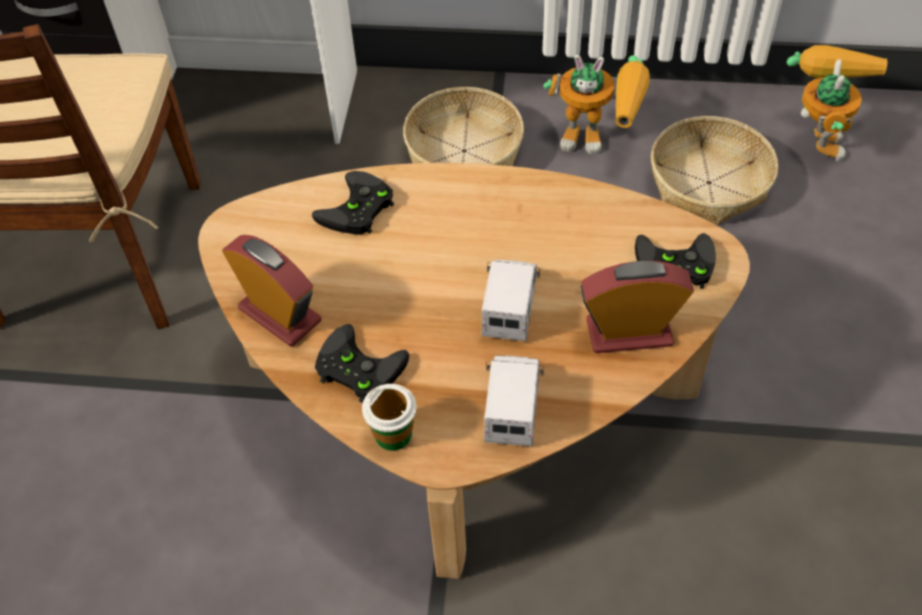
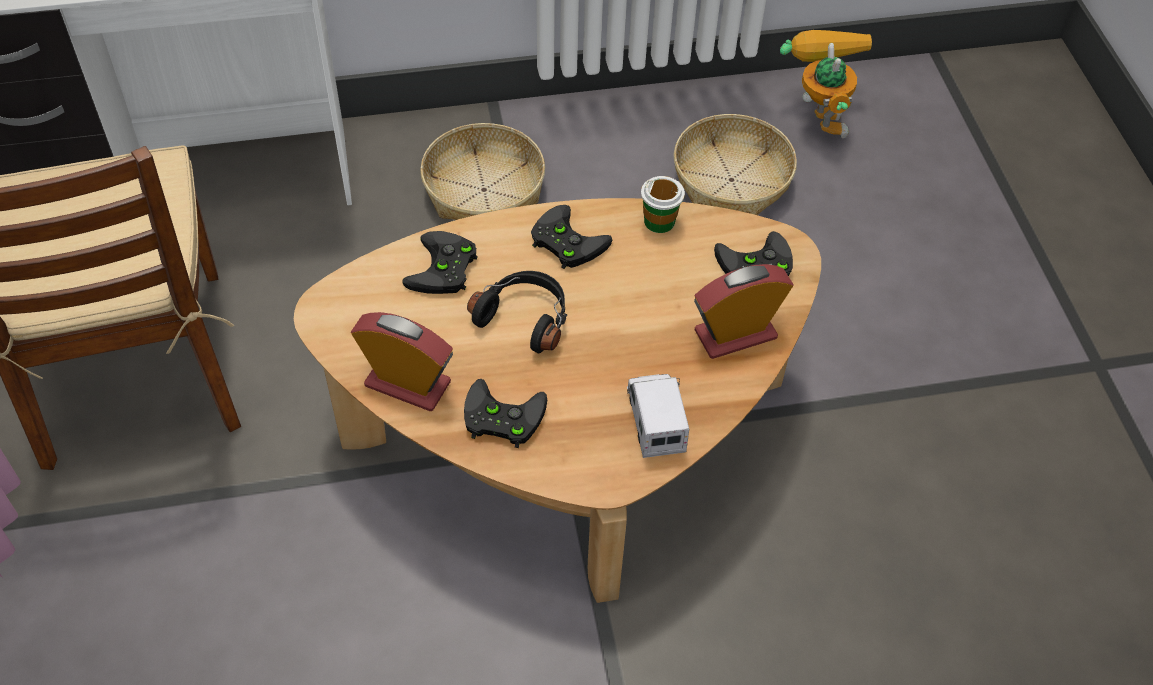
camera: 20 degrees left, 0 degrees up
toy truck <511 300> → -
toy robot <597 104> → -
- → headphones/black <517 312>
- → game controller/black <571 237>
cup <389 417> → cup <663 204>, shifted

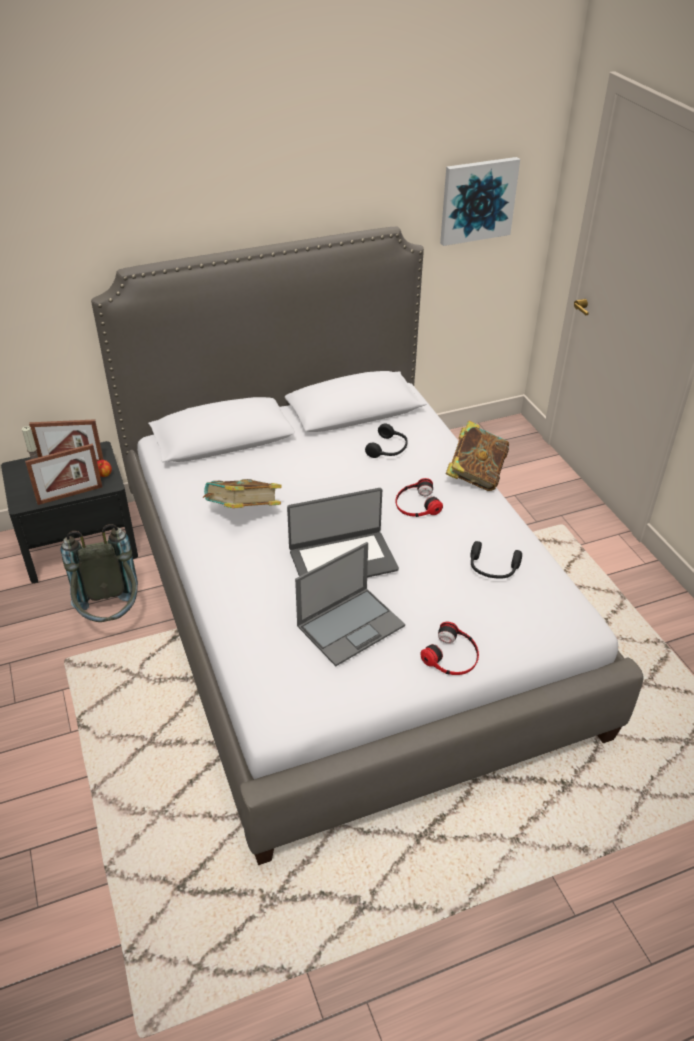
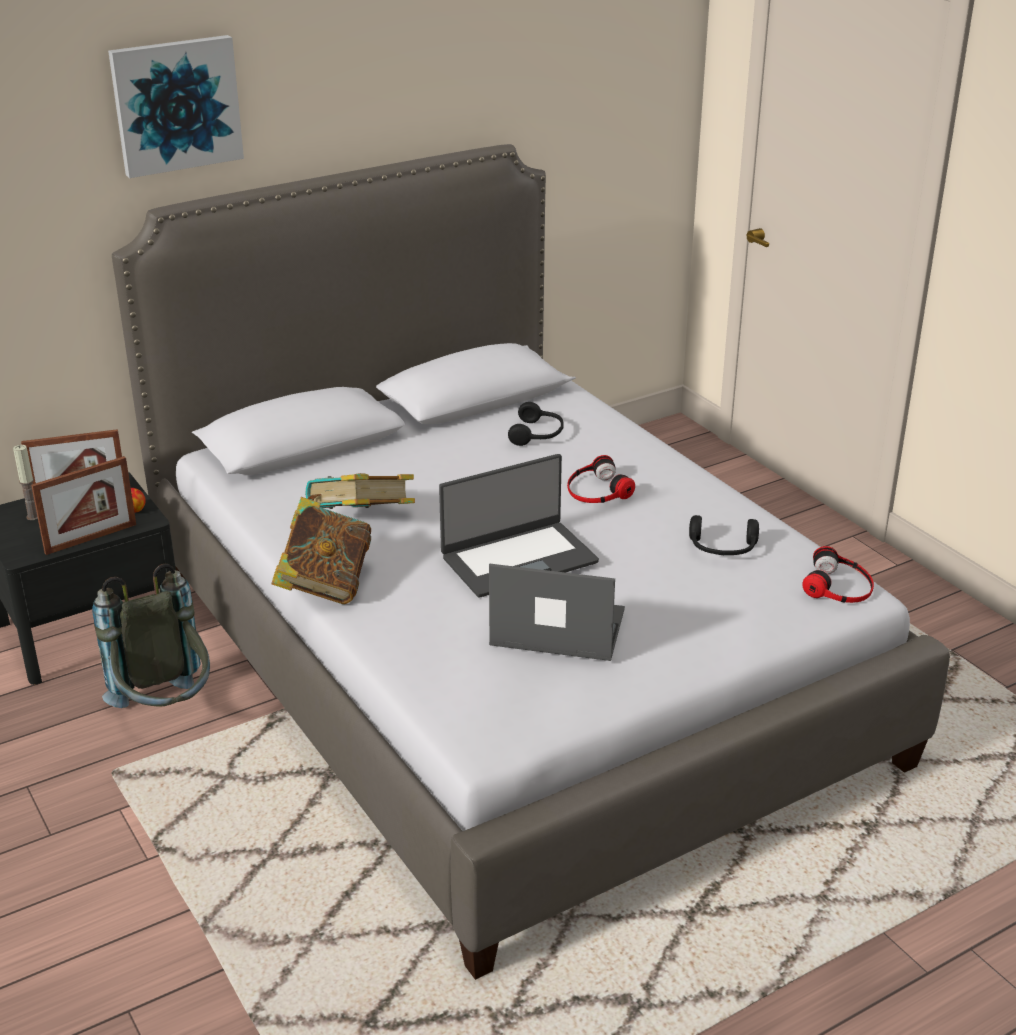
camera: 10 degrees left, 10 degrees down
headphones <450 648> → headphones <838 574>, shifted
picture <480 201> → picture <176 106>, shifted
book <477 456> → book <321 550>, shifted
laptop <350 604> → laptop <557 612>, 120 degrees counterclockwise

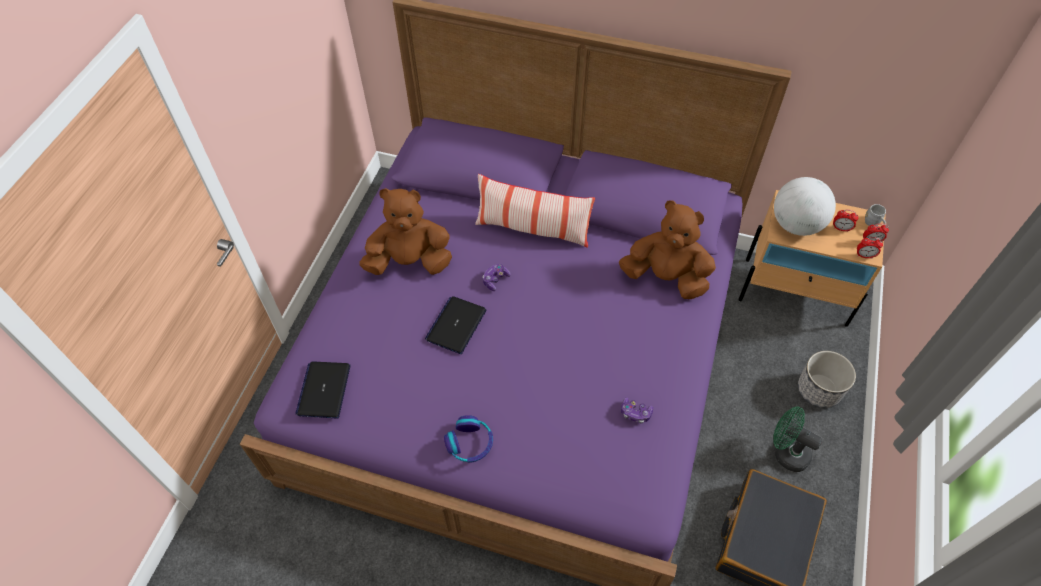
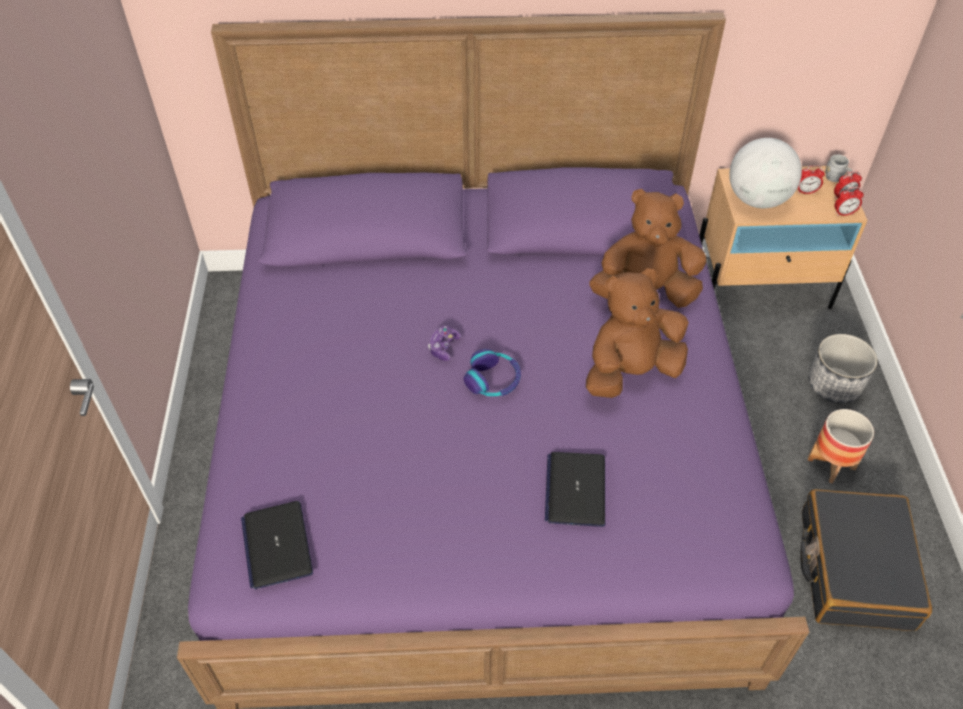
camera: 20 degrees left, 5 degrees down
pillow <535 211> → -
game controller <637 410> → -
plush toy/brown <405 231> → plush toy/brown <637 333>, shifted
laptop <455 325> → laptop <575 489>, shifted
headphones <468 439> → headphones <492 372>, shifted
fan/green <797 439> → planter <841 446>

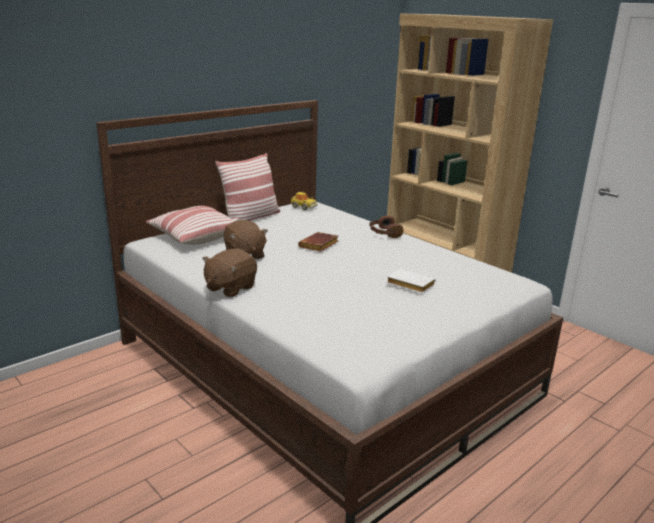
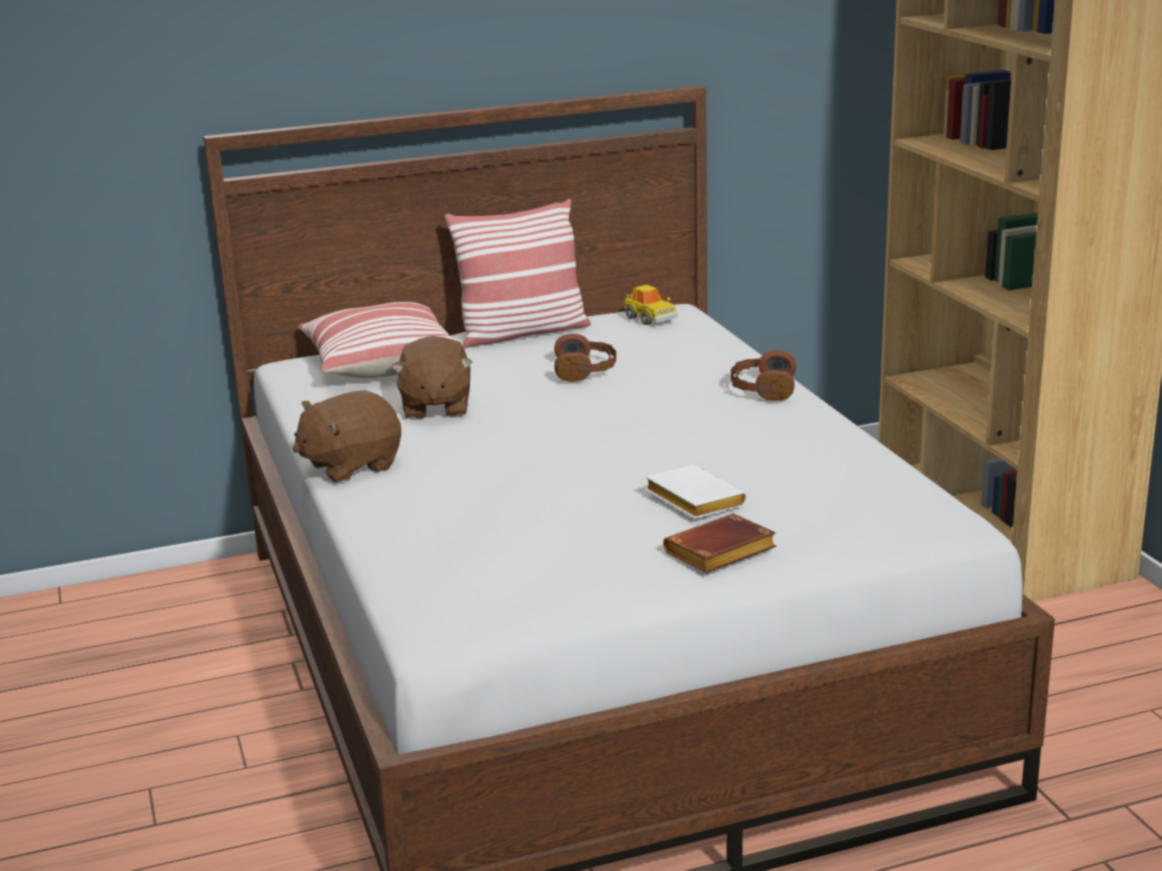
camera: 25 degrees right, 0 degrees up
- → headphones/brown <585 358>
book/brown <318 242> → book/brown <719 543>, shifted

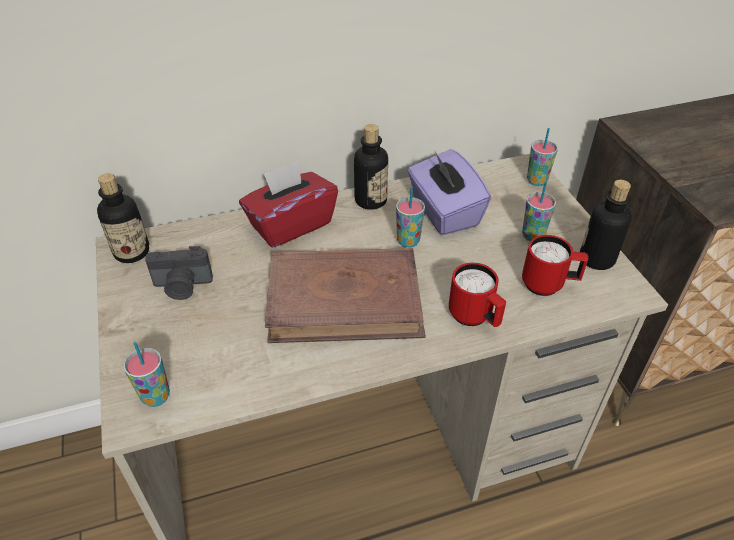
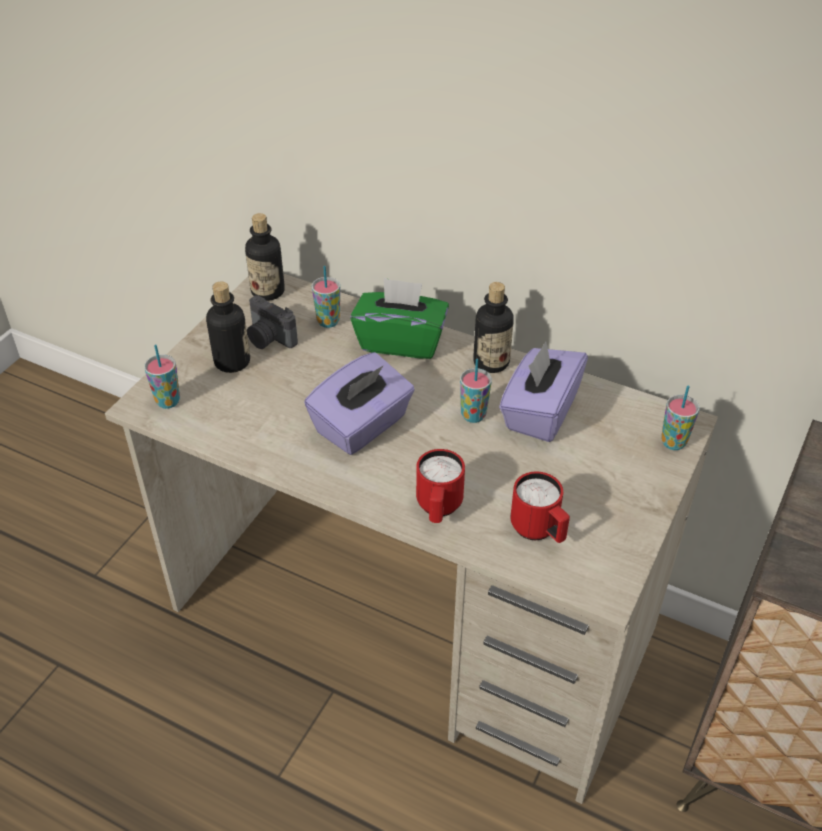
camera: 45 degrees right, 0 degrees up
cup <539 211> → cup <326 297>, shifted
bottle <606 225> → bottle <228 327>, shifted
book/brown <345 295> → tissue box/purple <359 403>
tissue box/red <288 204> → tissue box/green <399 318>

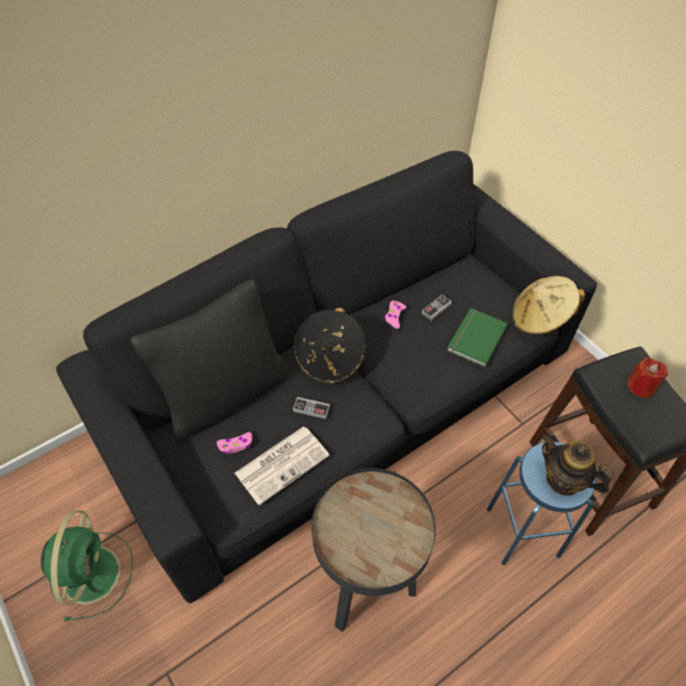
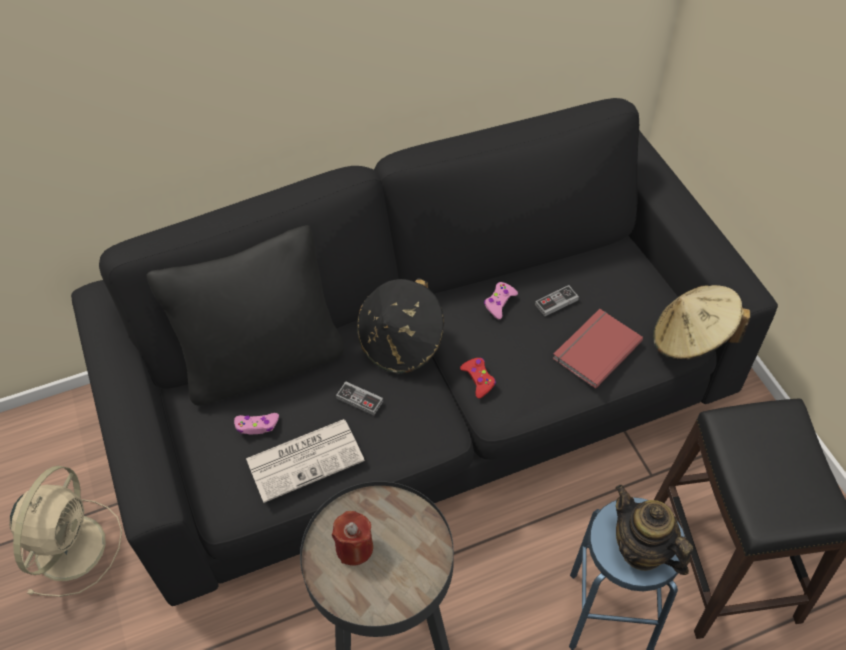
camera: 15 degrees right, 0 degrees up
- → game controller/red <478 378>
candle/red <647 378> → candle/red <352 538>, shifted
fan/green <87 565> → fan/beige <65 531>
book/green <477 337> → book/red <598 349>

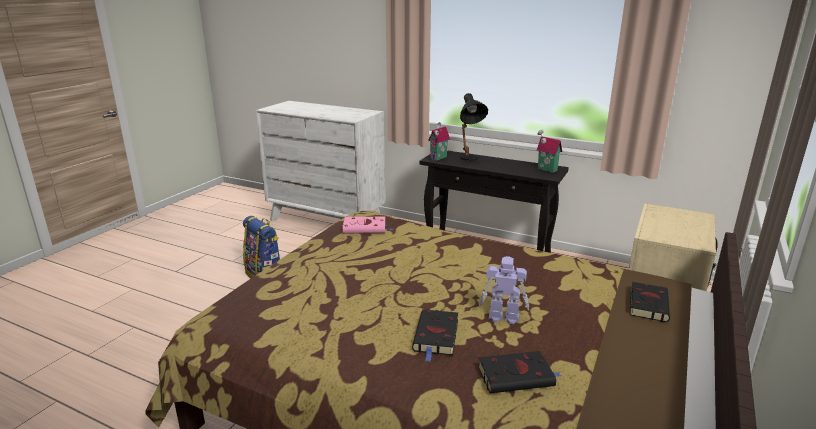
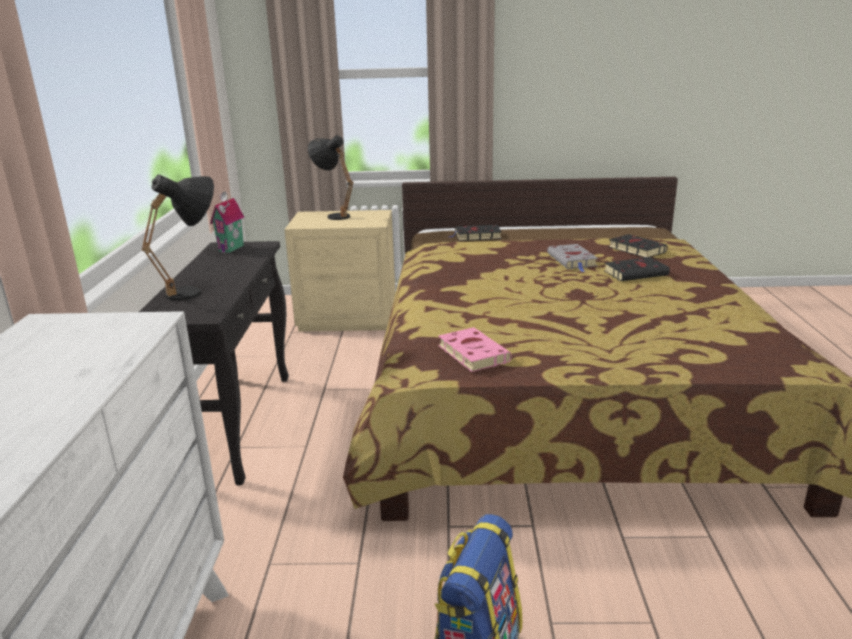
camera: 115 degrees left, 0 degrees up
toy house <439 141> → -
- → table lamp/black <330 177>
toy robot <504 290> → book/grey <572 258>

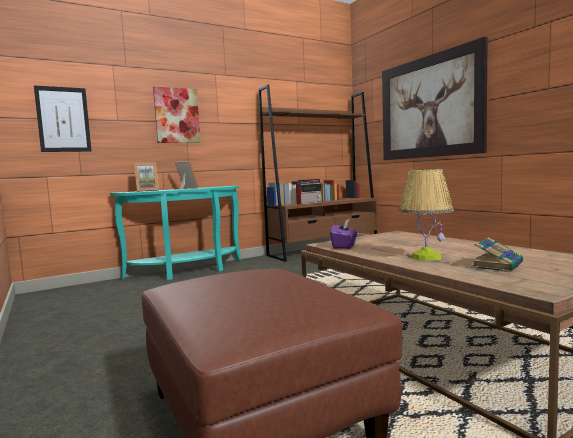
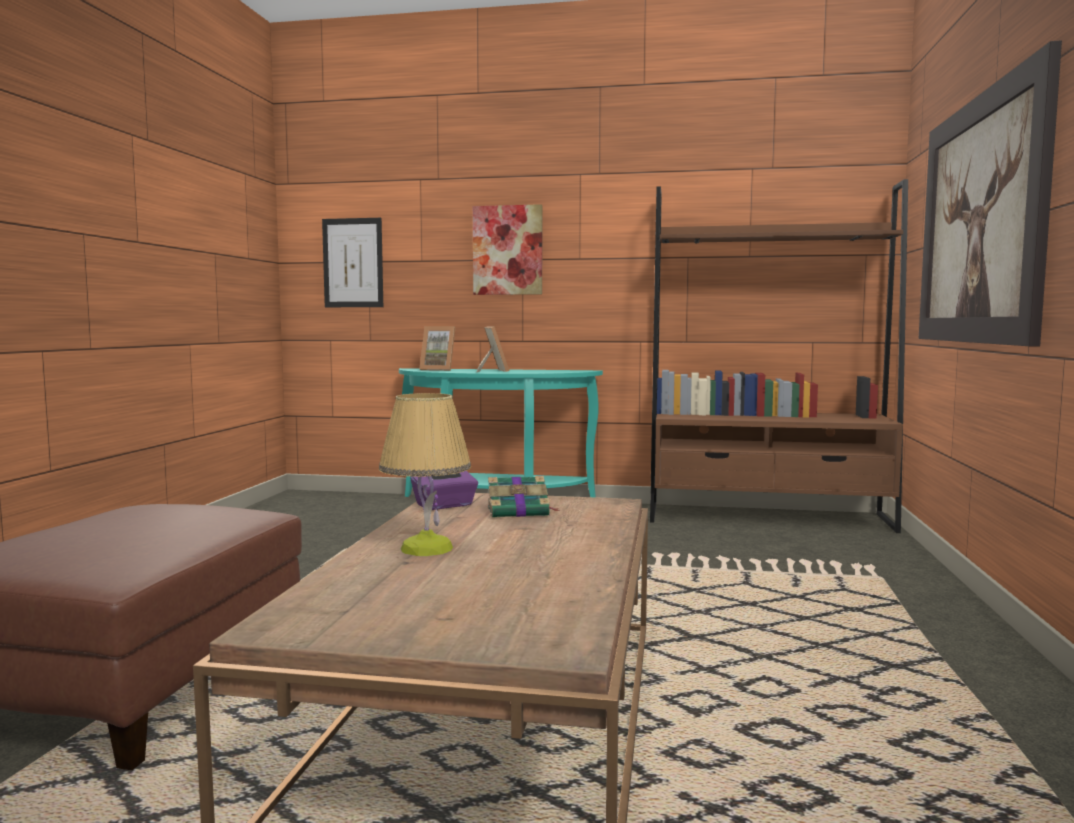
camera: 40 degrees right, 0 degrees up
radio <309 192> → -
book <497 254> → book <524 497>, shifted

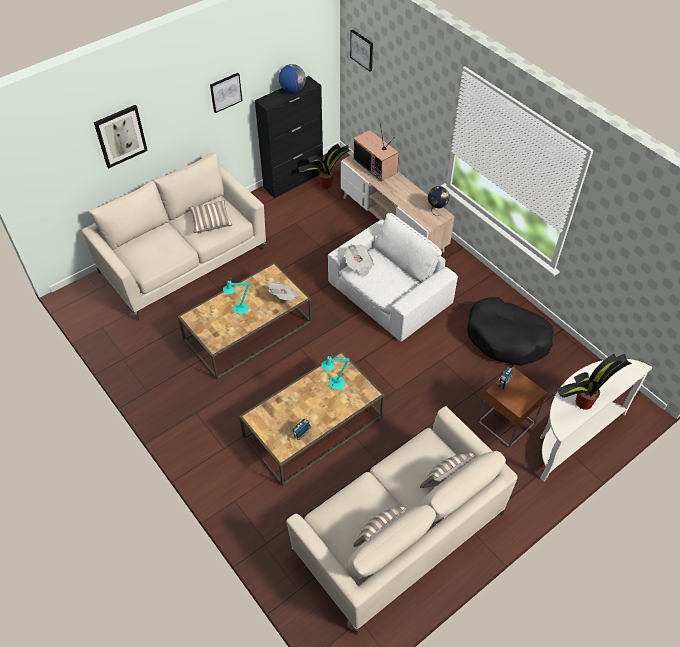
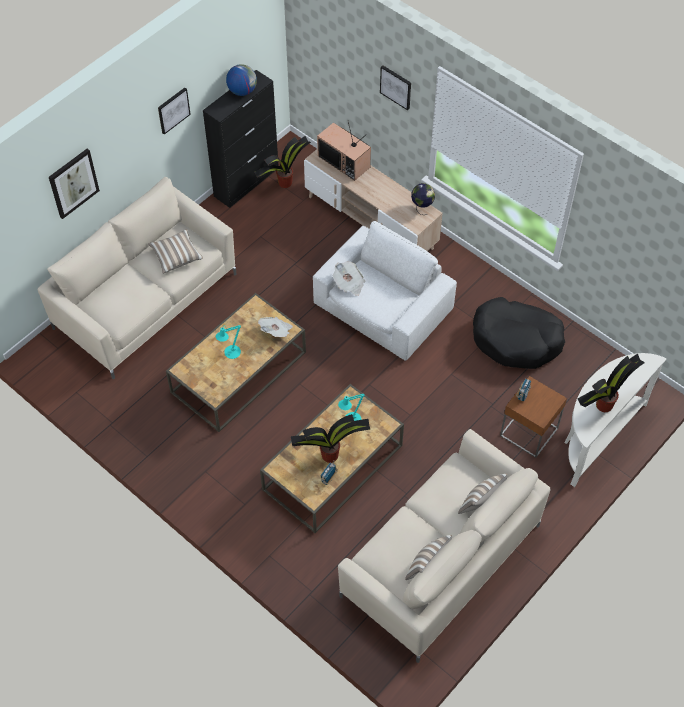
camera: 10 degrees left, 5 degrees up
- → potted plant <330 438>
picture <361 50> → picture <395 87>, shifted

